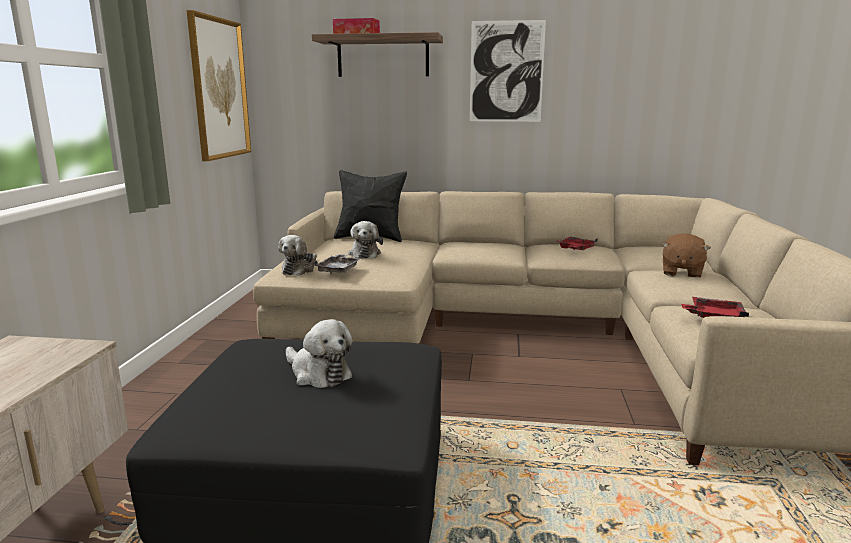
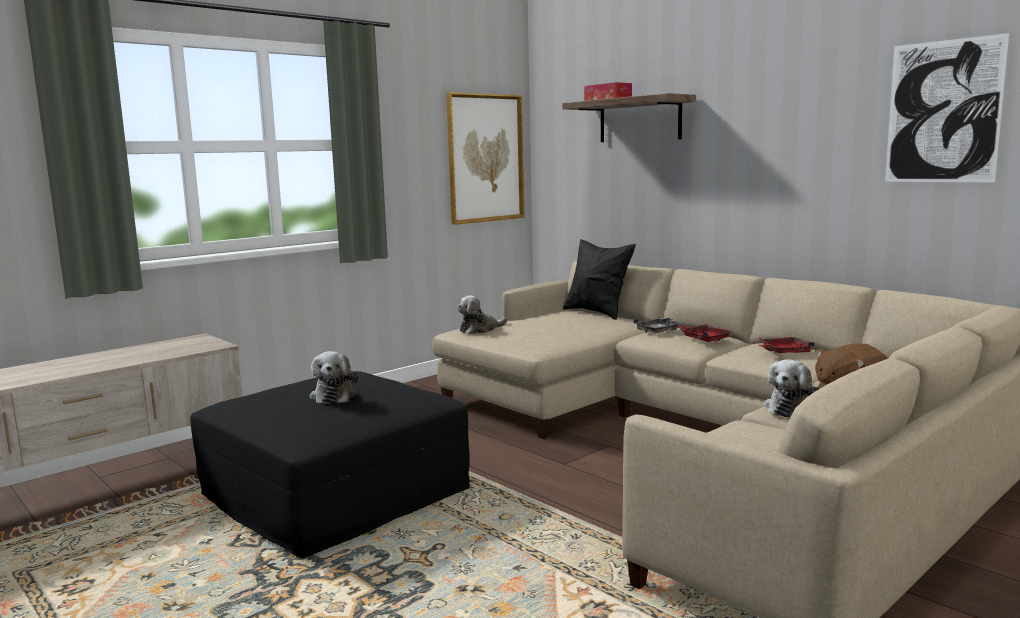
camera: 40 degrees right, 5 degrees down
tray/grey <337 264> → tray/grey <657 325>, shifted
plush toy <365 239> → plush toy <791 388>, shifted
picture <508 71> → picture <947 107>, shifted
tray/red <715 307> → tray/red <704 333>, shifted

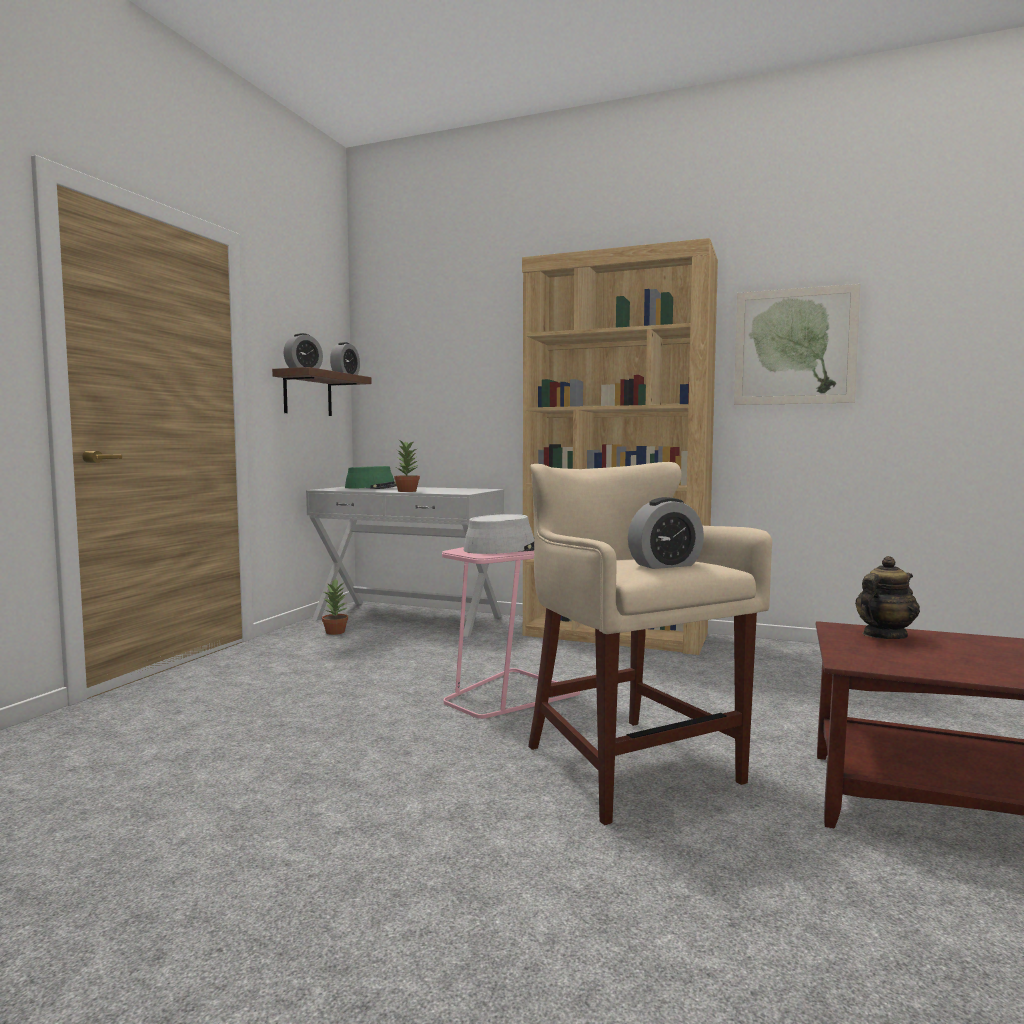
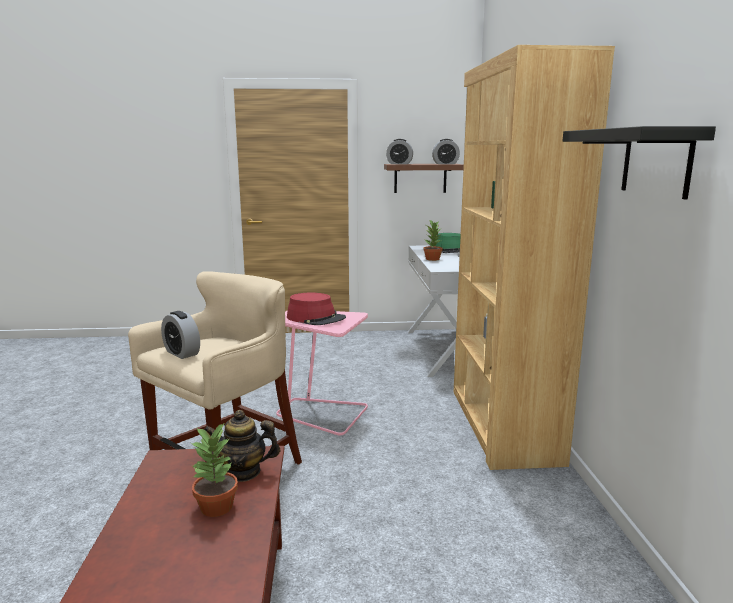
camera: 65 degrees right, 10 degrees up
potted plant <335 607> → potted plant <214 469>, shifted
picture <797 344> → shelf/black <639 163>
hat/grey <498 534> → hat/red <316 309>
teapot <887 597> → teapot <242 446>, 150 degrees clockwise

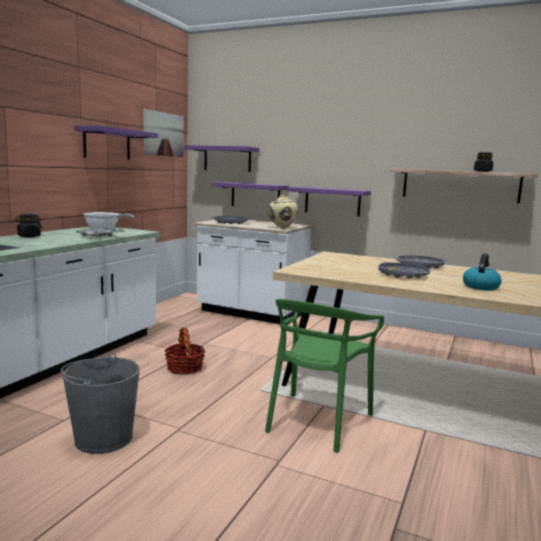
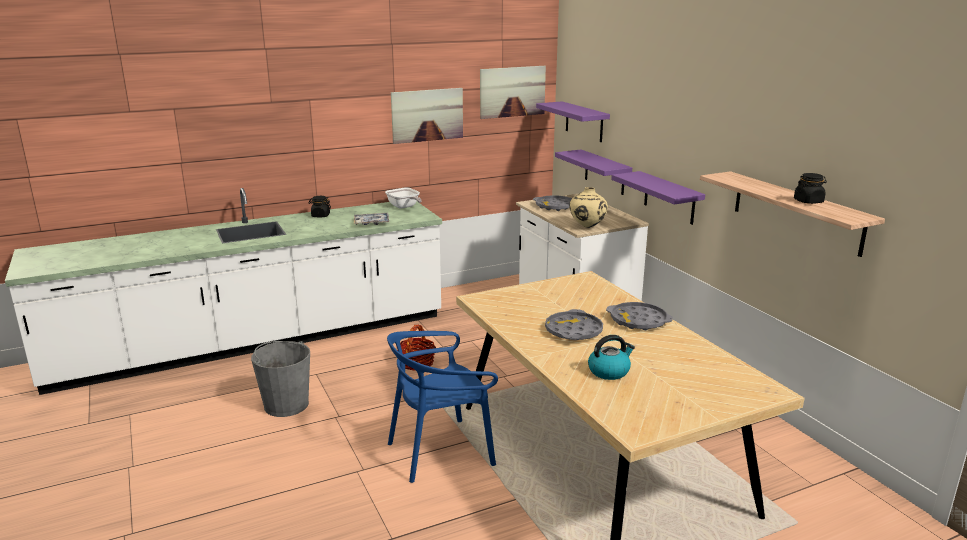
camera: 40 degrees right, 10 degrees up
shelf/purple <116 142> → picture <427 116>
chair/green <324 376> → chair/blue <442 407>

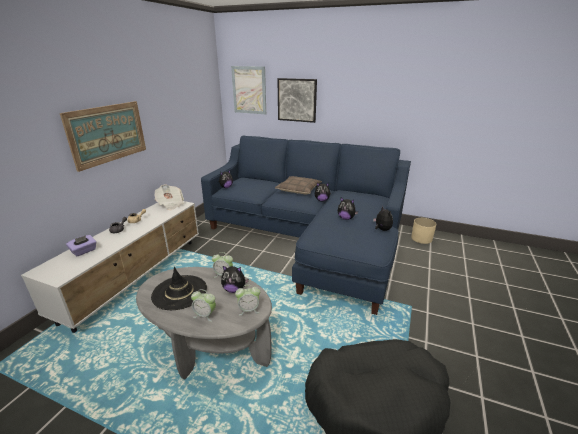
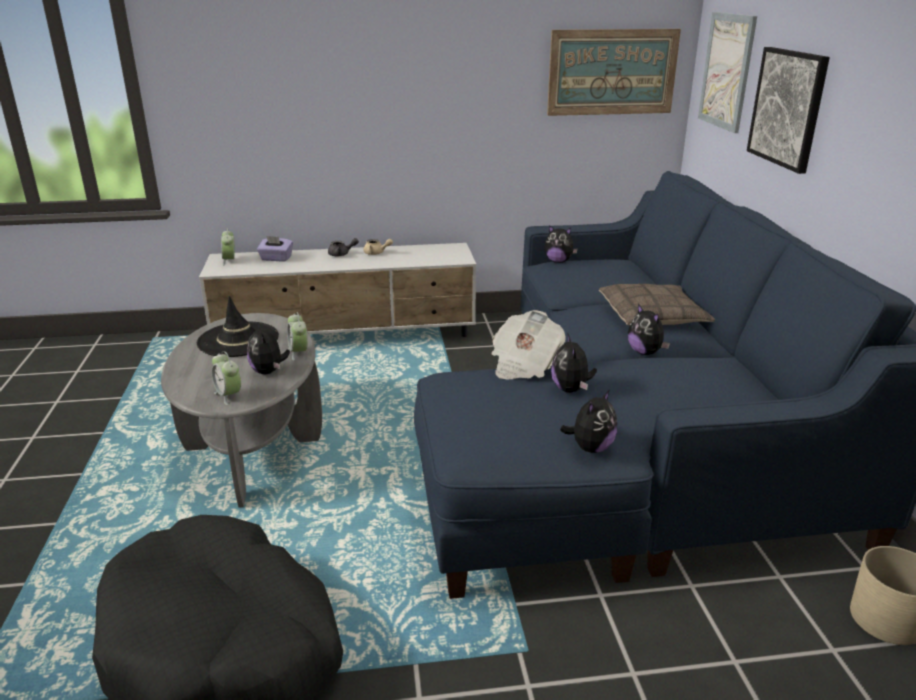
camera: 60 degrees right, 0 degrees up
picture <103 136> → picture <614 72>, shifted
newspaper <169 197> → newspaper <528 344>, shifted
alarm clock <203 305> → alarm clock <228 246>, shifted

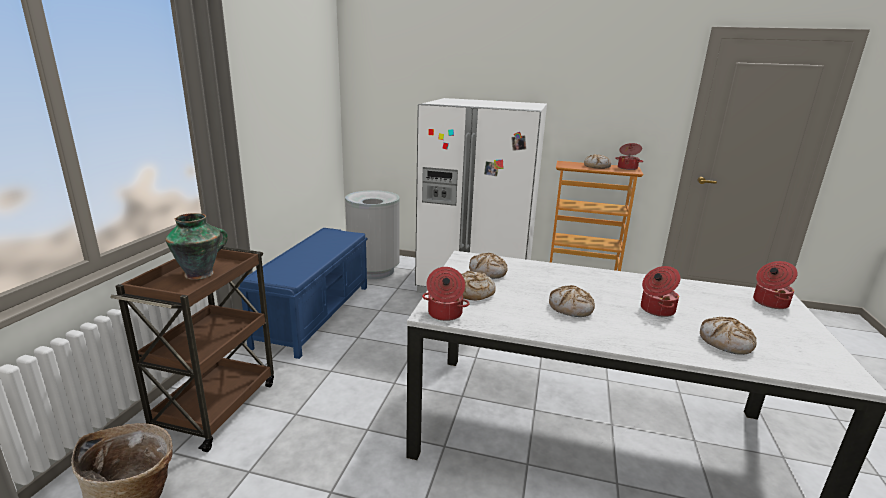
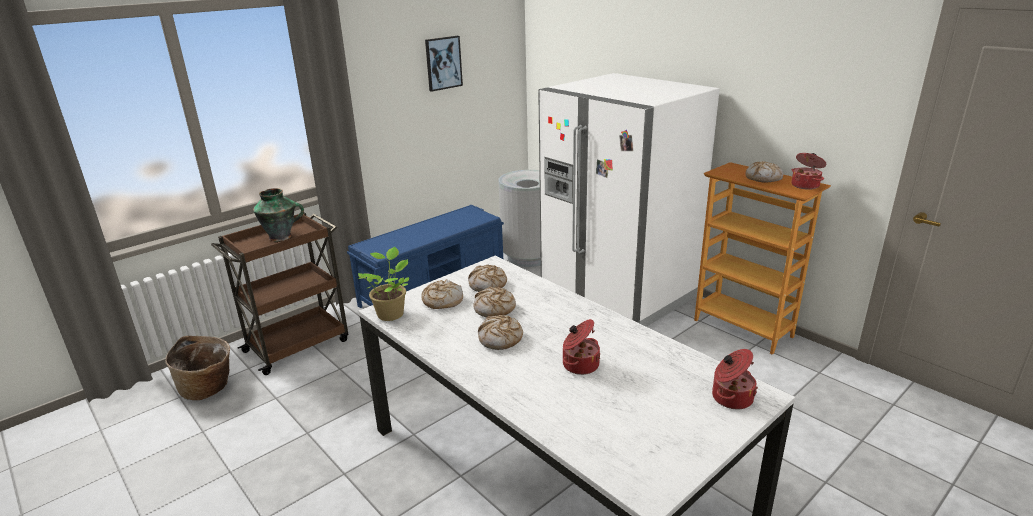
camera: 35 degrees right, 5 degrees up
- → picture <444 64>
bread <728 336> → bread <495 302>, shifted
cooking pot <446 294> → potted plant <383 284>

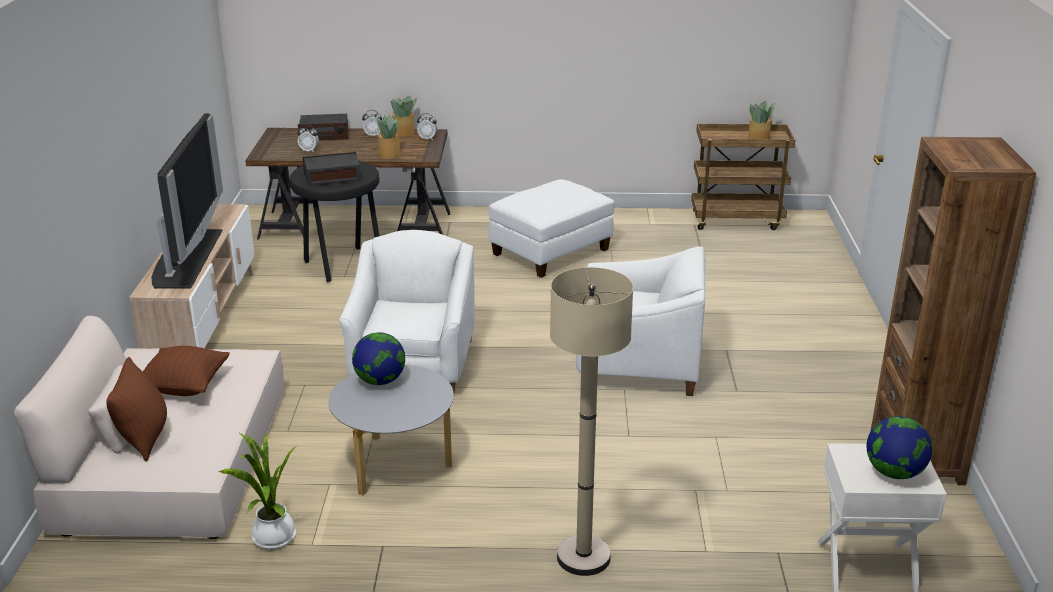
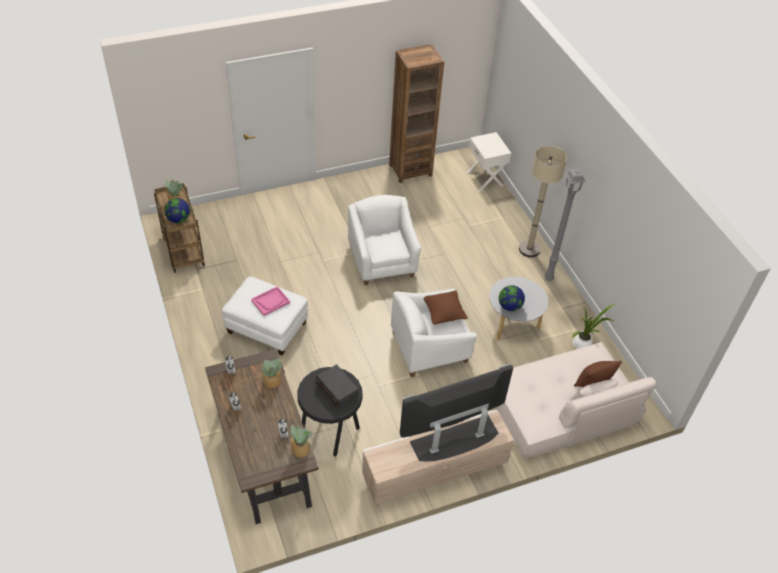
camera: 115 degrees left, 20 degrees up
radio <323 127> → -
- → tray/pink <270 301>
- → floor lamp/grey <565 224>
pillow/brown <186 371> → pillow/brown <446 307>, shifted
potted plant <404 116> → potted plant <301 441>, shifted
globe <899 447> → globe <177 210>, shifted

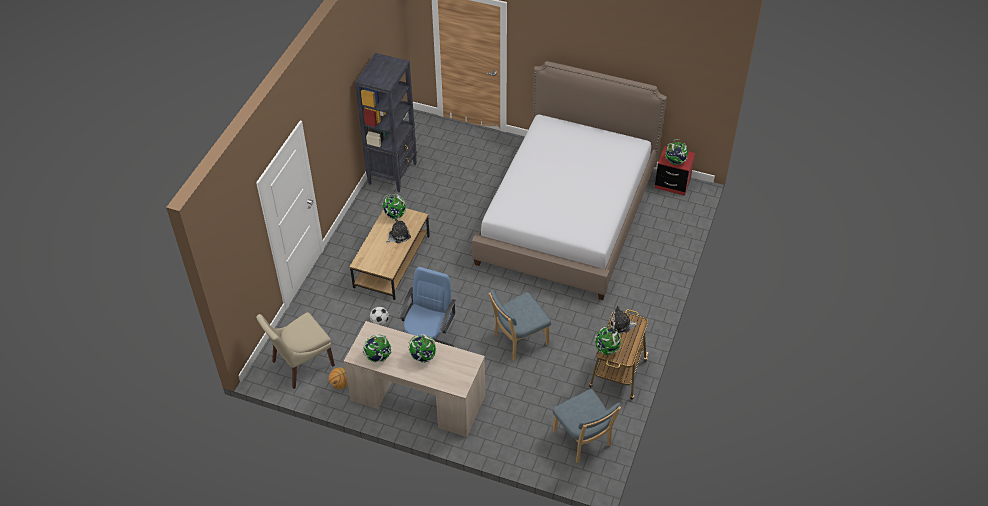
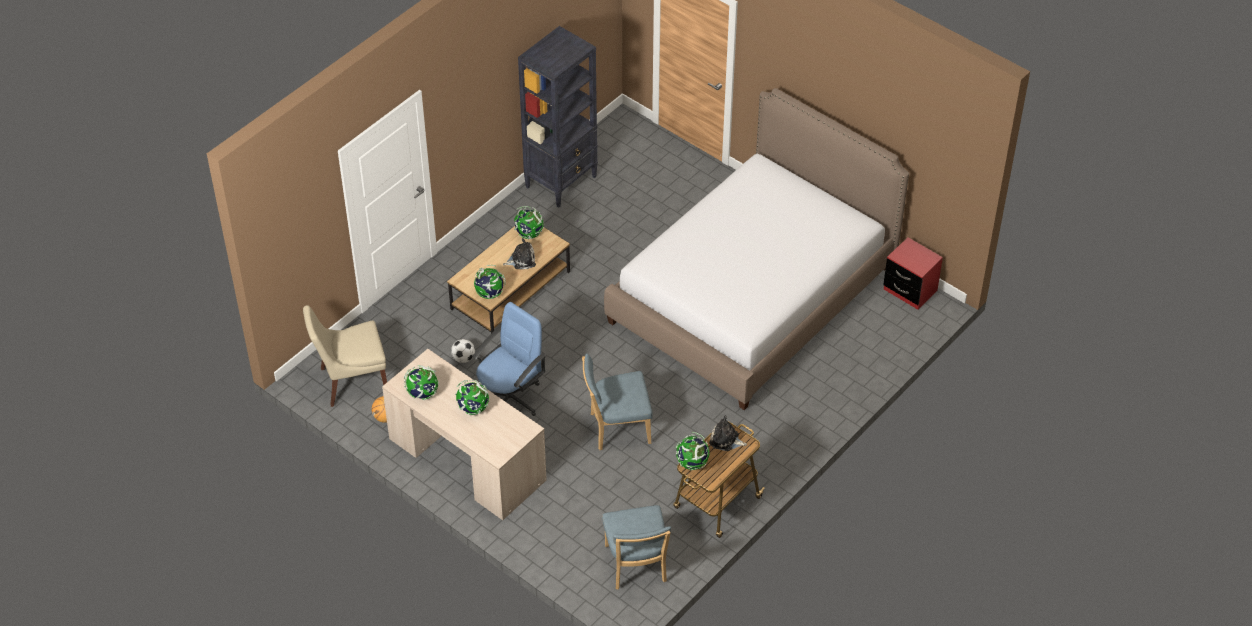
camera: 20 degrees right, 0 degrees up
globe <676 152> → globe <490 282>, shifted

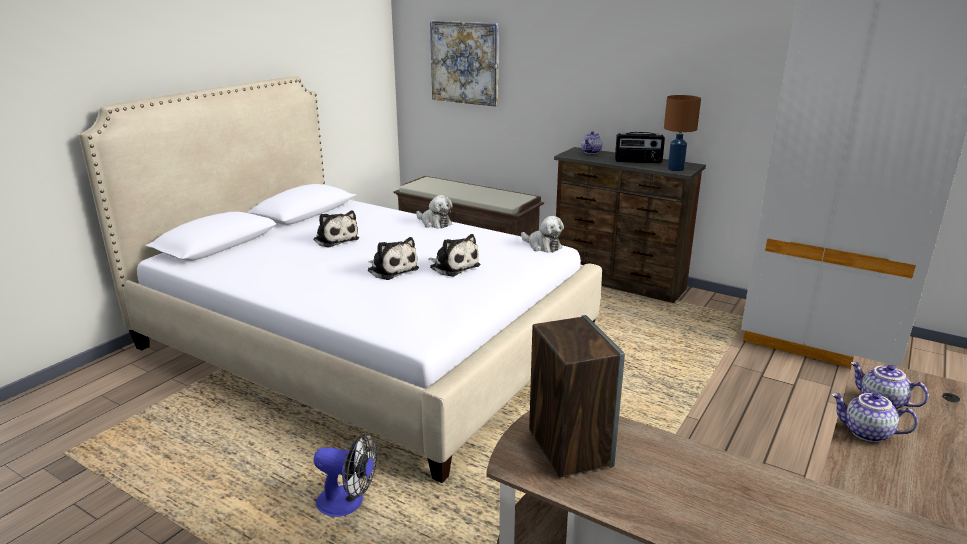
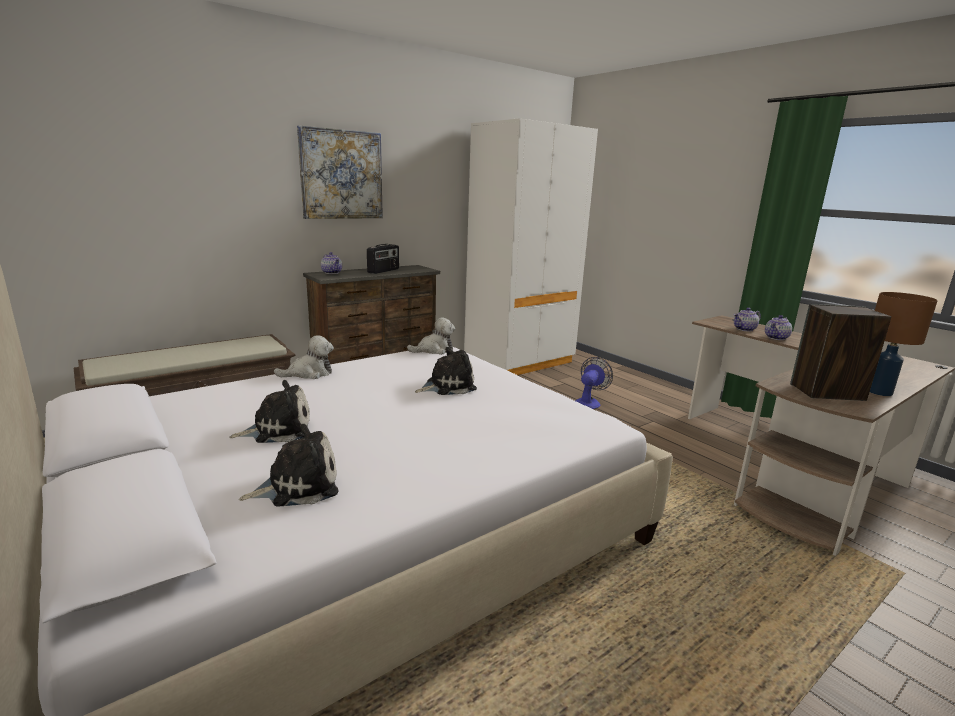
camera: 70 degrees left, 5 degrees down
fan <345 475> → fan <594 383>, shifted
plush toy <393 258> → plush toy <289 465>, shifted
picture <464 64> → picture <340 172>, shifted
table lamp/brown <682 133> → table lamp/brown <904 344>, shifted

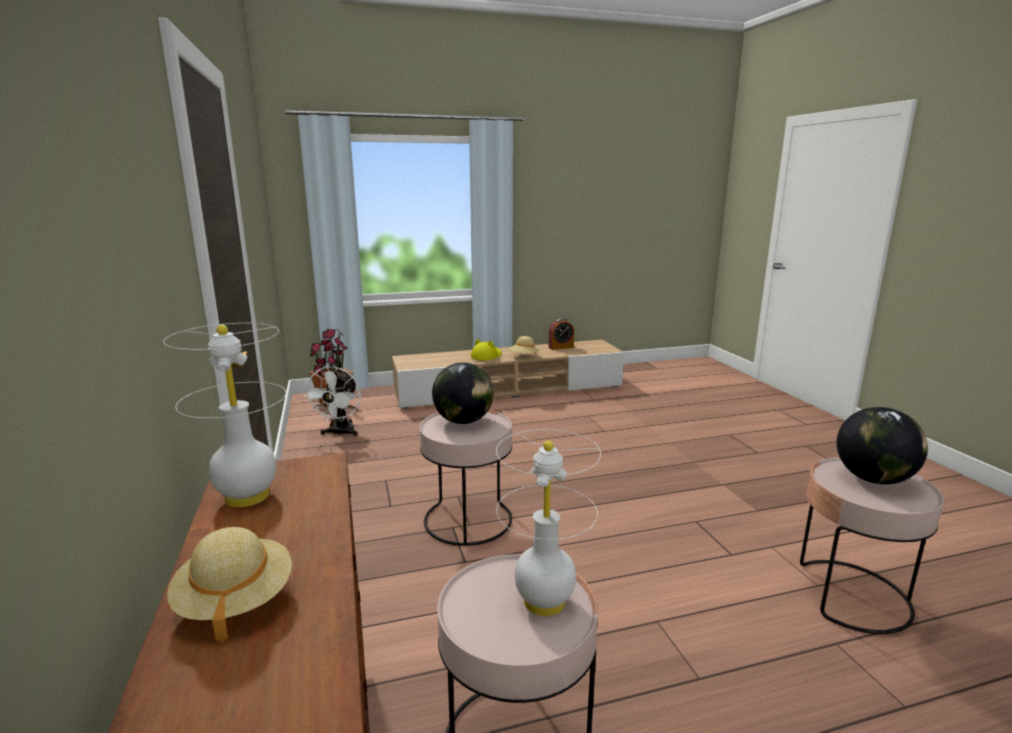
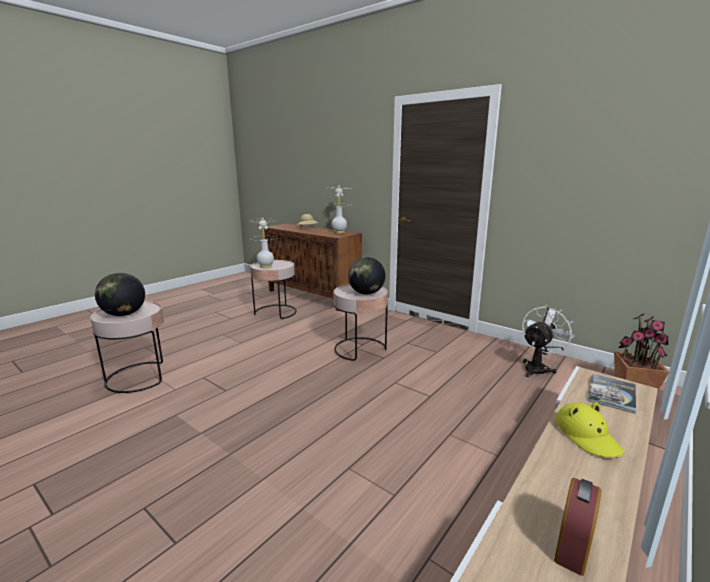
camera: 145 degrees right, 0 degrees up
hat/beige <524 345> → -
- → book <612 394>
fan/white <332 401> → fan/white <548 341>, 75 degrees clockwise

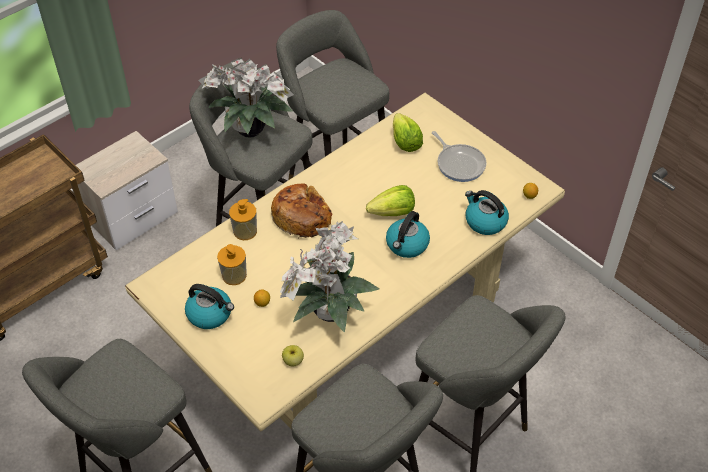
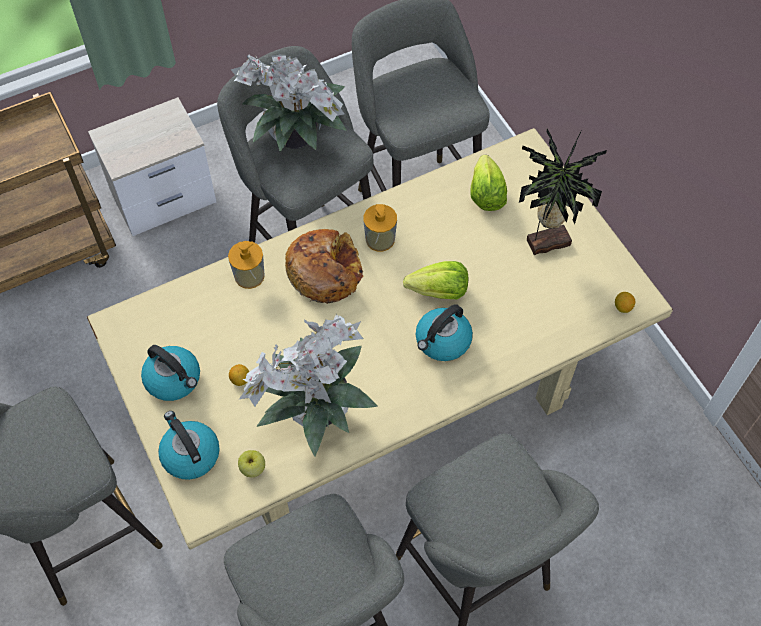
camera: 15 degrees right, 10 degrees up
soap dispenser <232 264> → soap dispenser <380 228>, shifted
kettle <487 212> → kettle <189 445>, shifted
frying pan <459 156> → potted plant <563 192>

